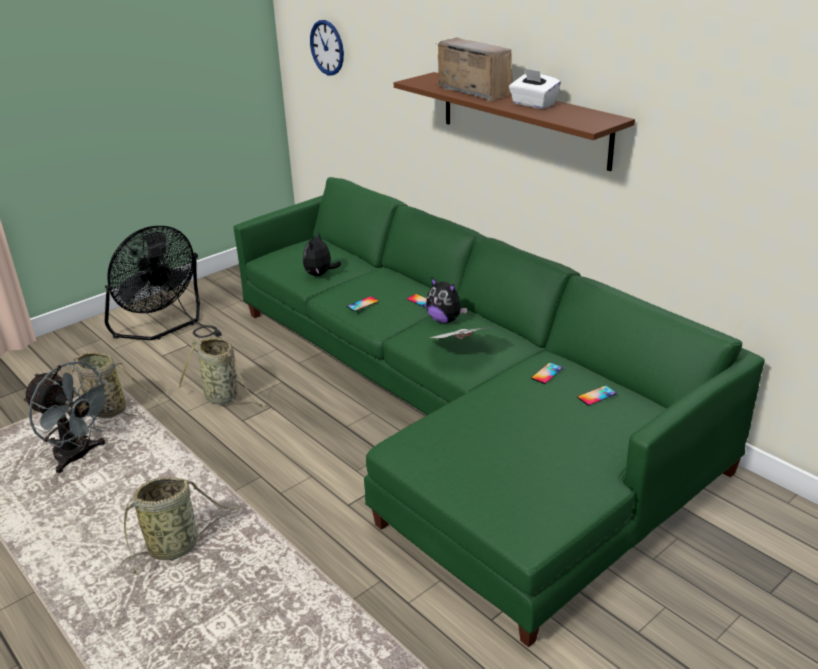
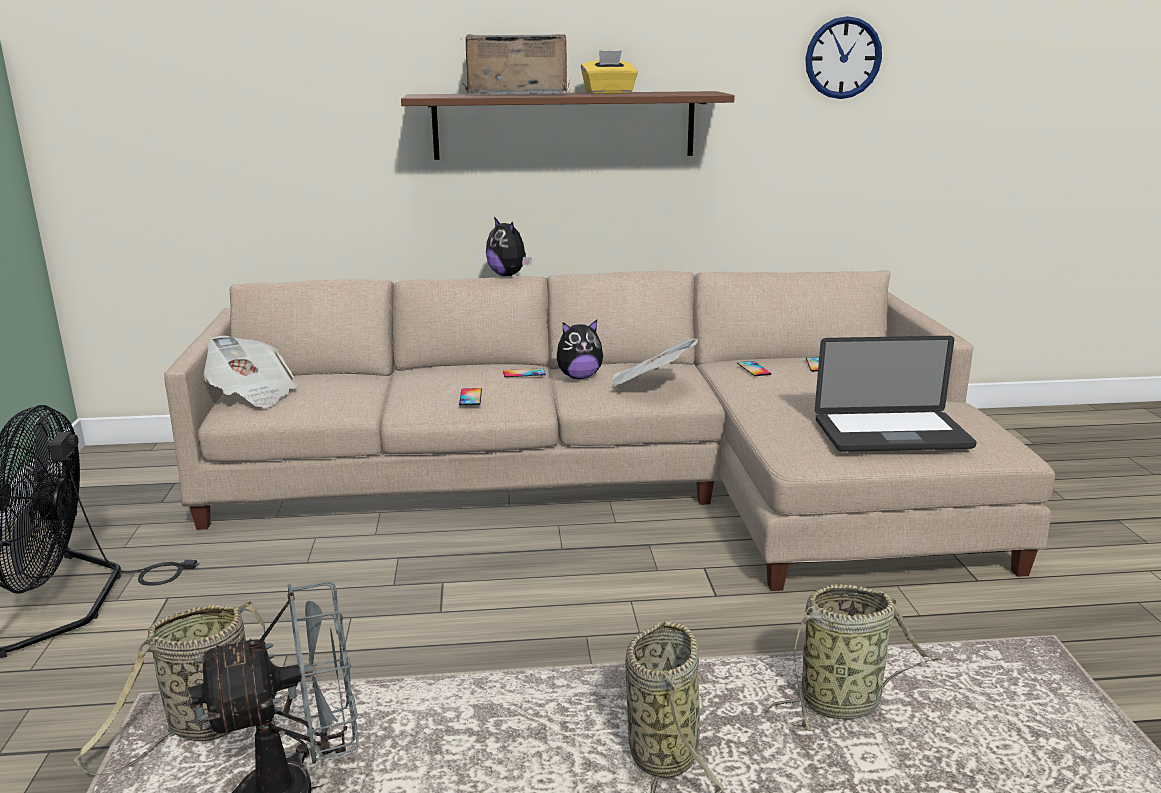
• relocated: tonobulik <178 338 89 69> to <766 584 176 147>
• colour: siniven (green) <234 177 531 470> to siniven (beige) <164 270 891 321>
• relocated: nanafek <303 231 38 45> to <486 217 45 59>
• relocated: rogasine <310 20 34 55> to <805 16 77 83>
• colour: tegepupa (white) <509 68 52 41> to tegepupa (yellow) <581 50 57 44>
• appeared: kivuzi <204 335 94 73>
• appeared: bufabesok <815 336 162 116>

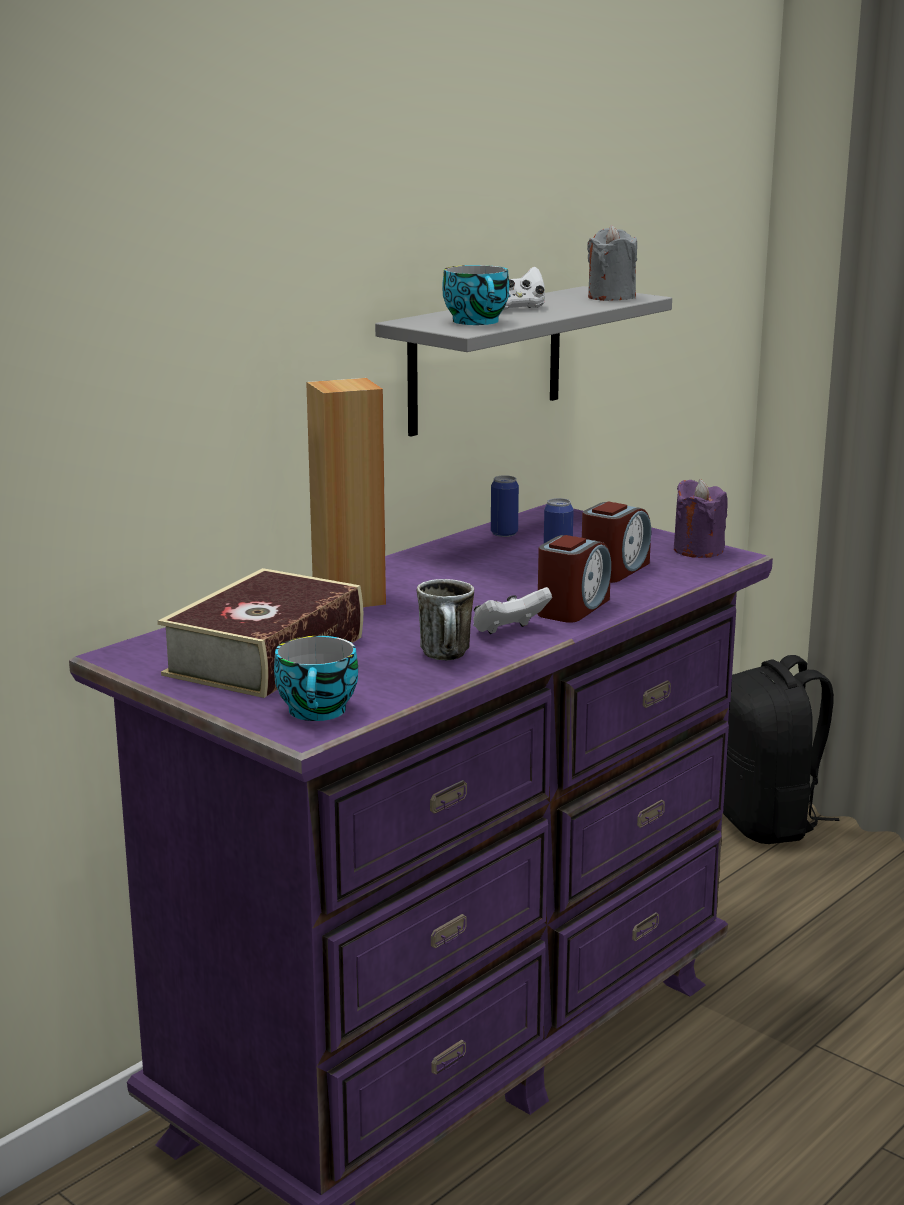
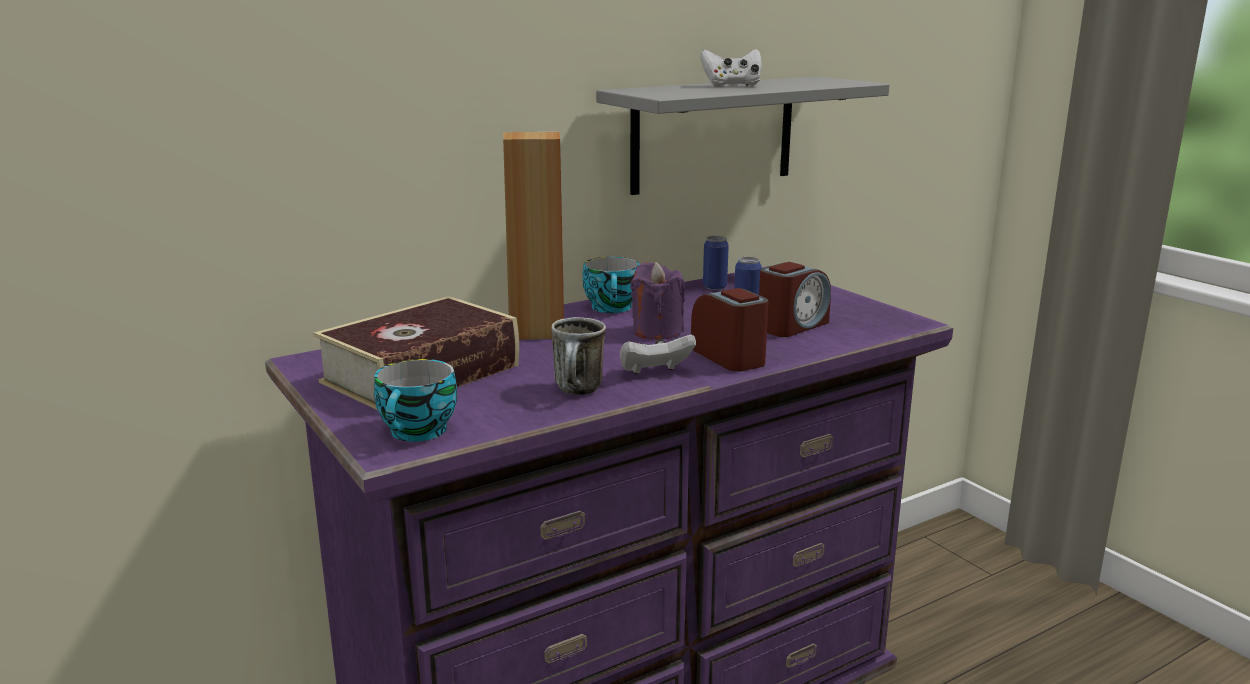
• relocated: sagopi <442 265 67 60> to <582 257 58 56>
• spun: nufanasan <537 535 74 88> = <691 288 77 84> 75 degrees counterclockwise
• missing: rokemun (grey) <587 225 50 76>
• relocated: rokemun (purple) <674 479 54 79> to <631 262 54 78>
• missing: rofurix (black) <723 655 117 189>

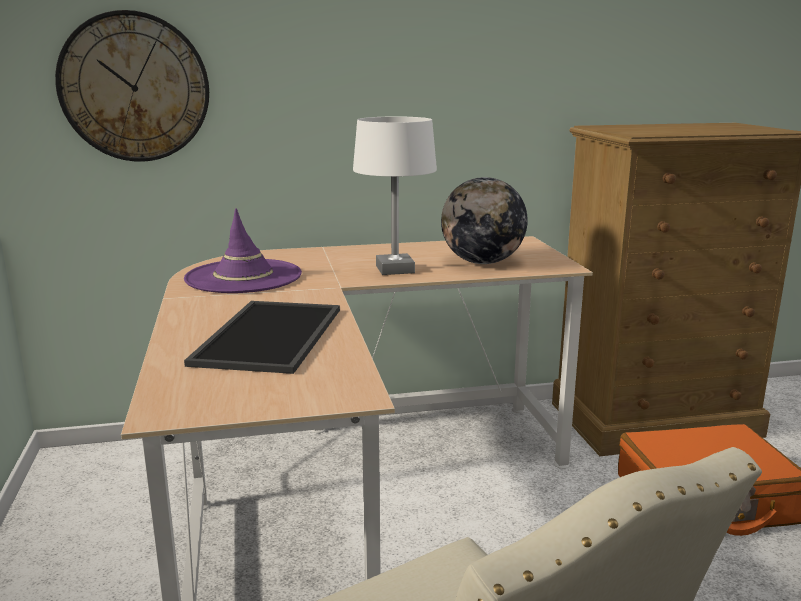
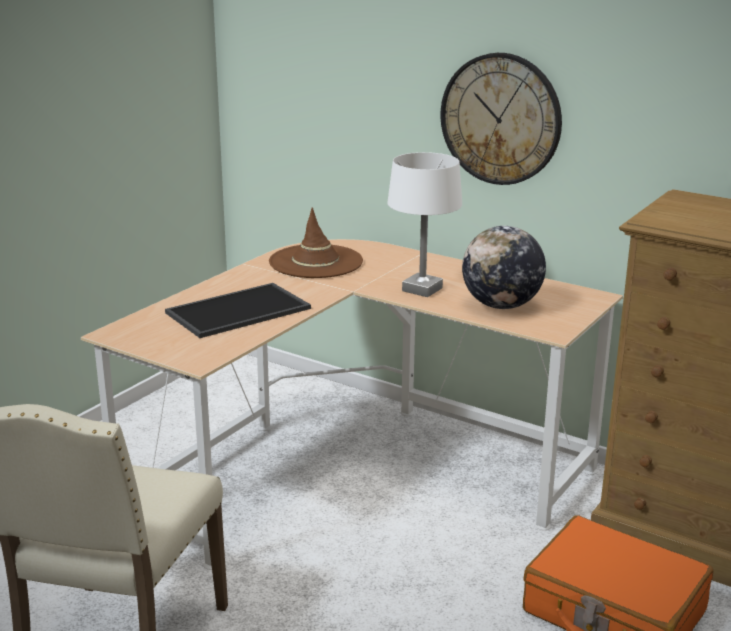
• relocated: rogasine <55 10 154 152> to <440 53 122 132>
• colour: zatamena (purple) <184 208 118 85> to zatamena (brown) <269 207 94 71>

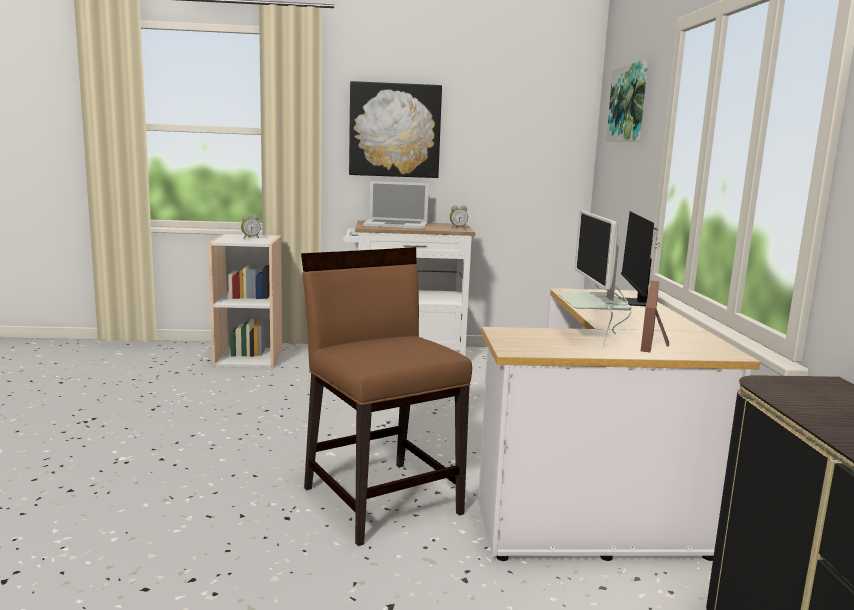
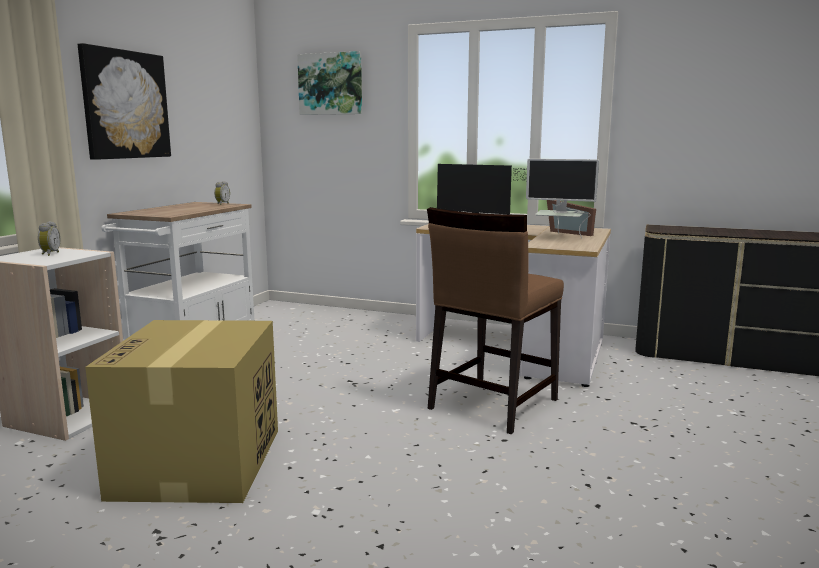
• spun: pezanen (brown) <301 247 171 299> = <427 207 137 227> 45 degrees counterclockwise
• missing: bufabesok <363 181 66 48>
• appeared: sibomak <85 320 193 183>

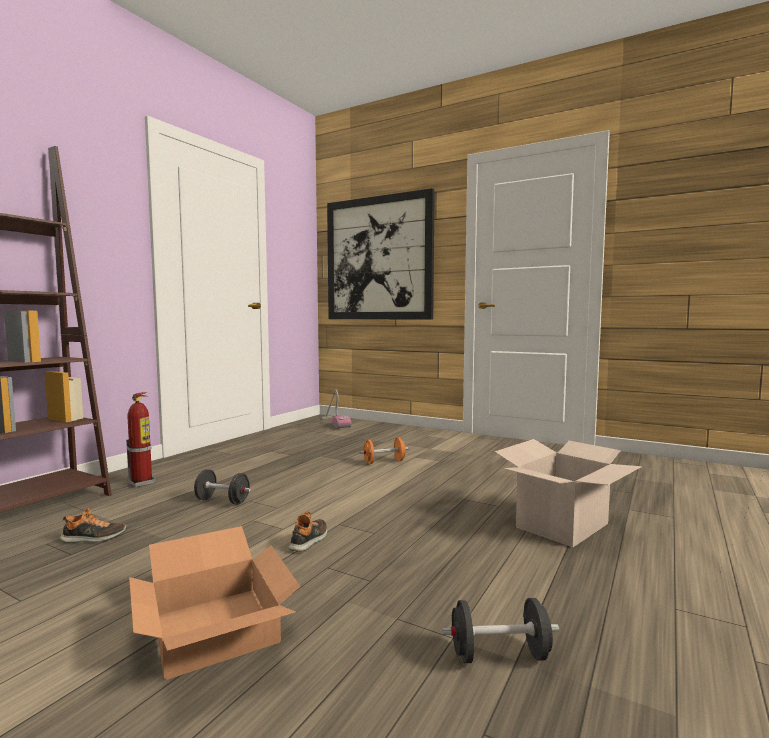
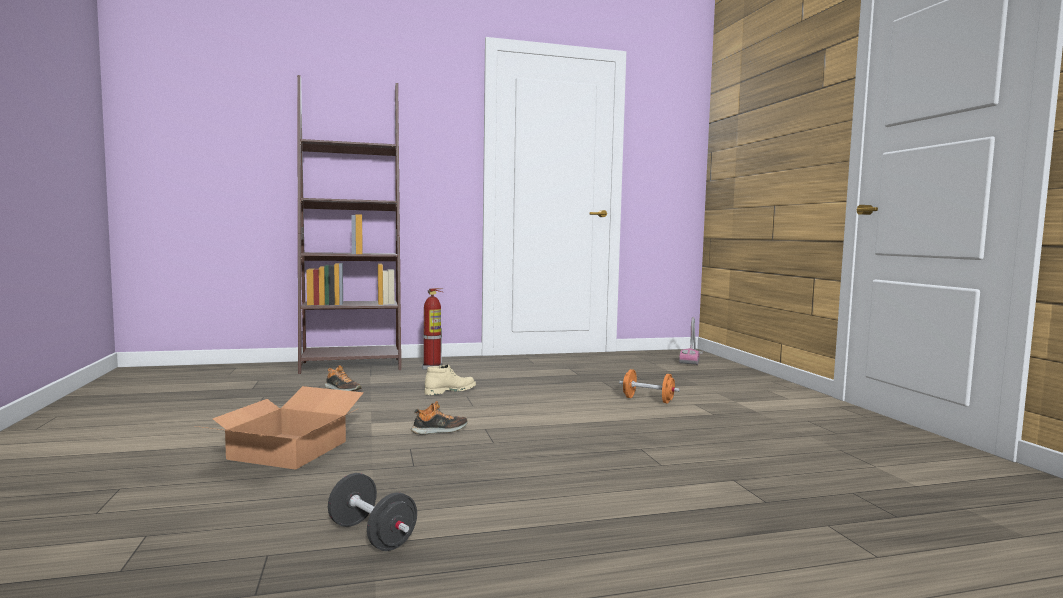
• exchanged: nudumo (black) <194 469 57 36> to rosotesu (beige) <424 364 52 31>
• missing: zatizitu <327 188 108 131>
• missing: sibomak <495 439 147 108>

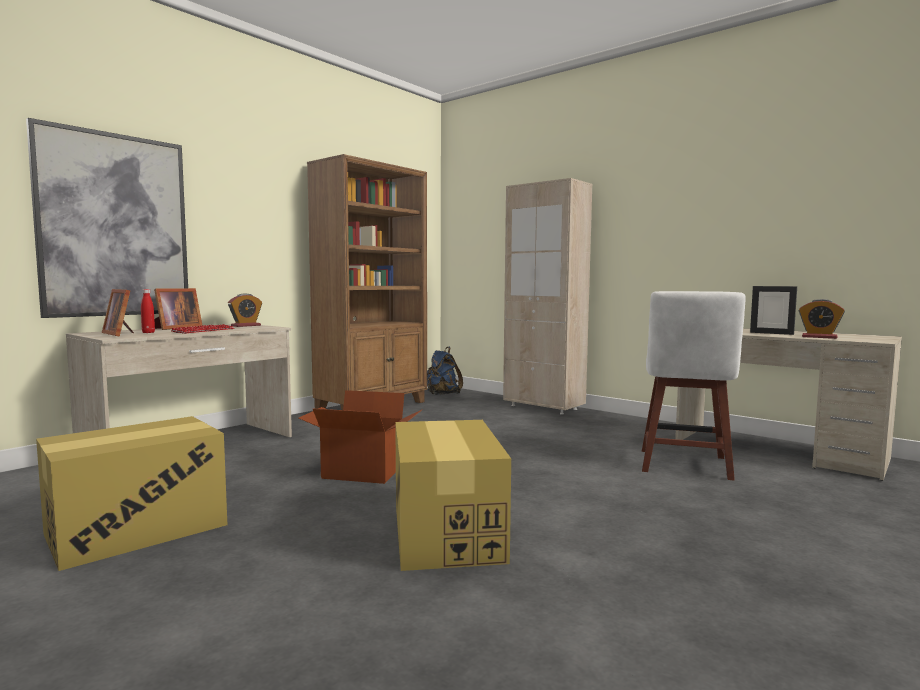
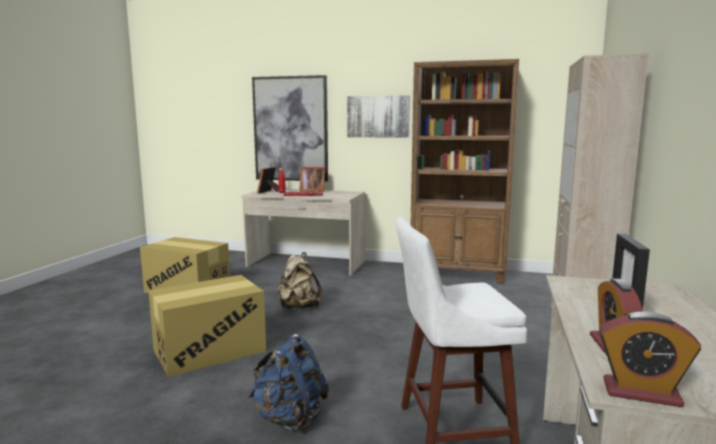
• relocated: nufanasan <228 294 34 33> to <599 312 102 95>
• exchanged: sibomak <299 390 123 94> to rofurix (beige) <278 252 44 58>
• relocated: rofurix (blue) <427 347 36 48> to <248 334 81 99>
• appeared: zatizitu <347 95 63 43>

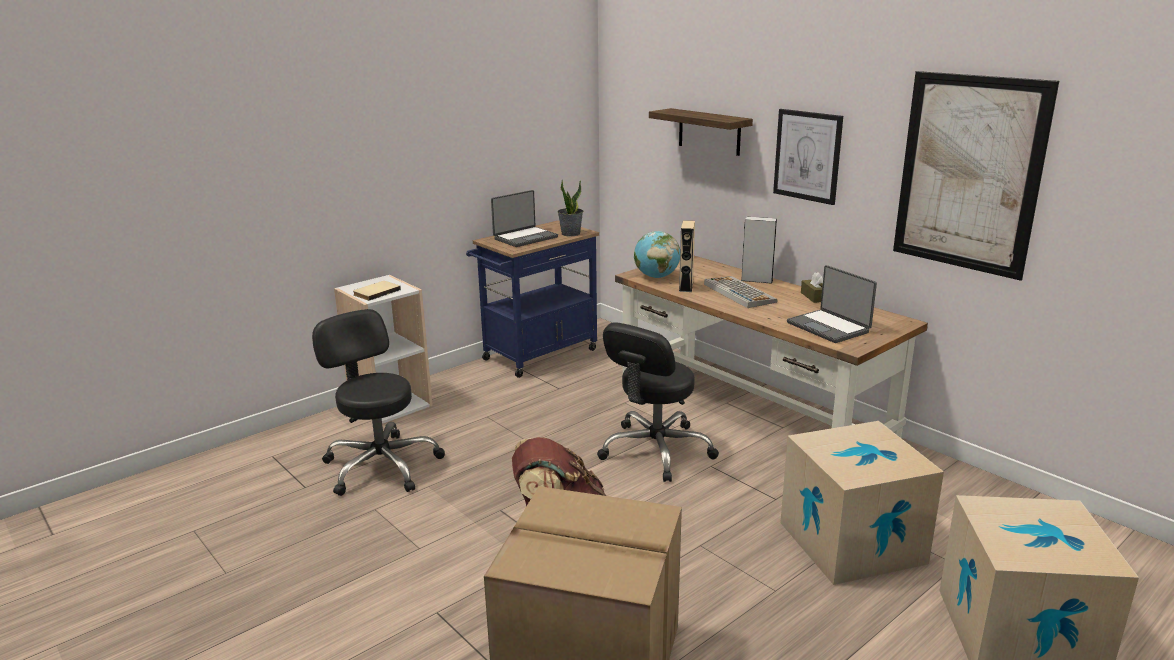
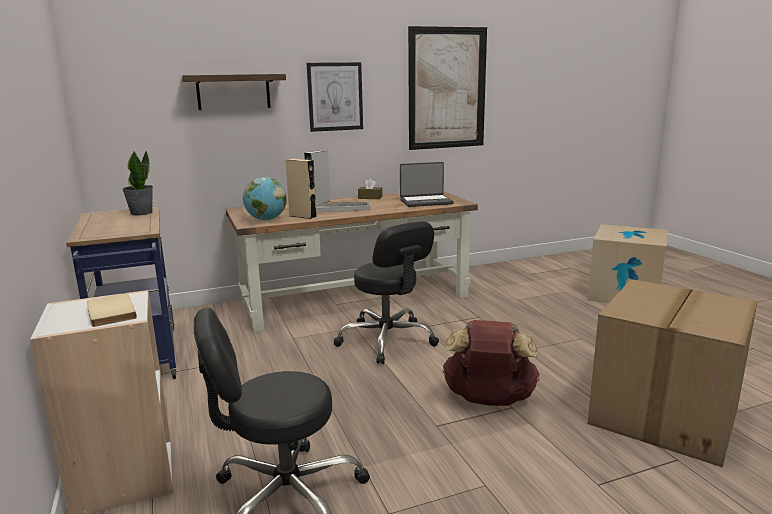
• missing: bufabesok <491 190 67 57>
• missing: sibomak <780 421 164 164>

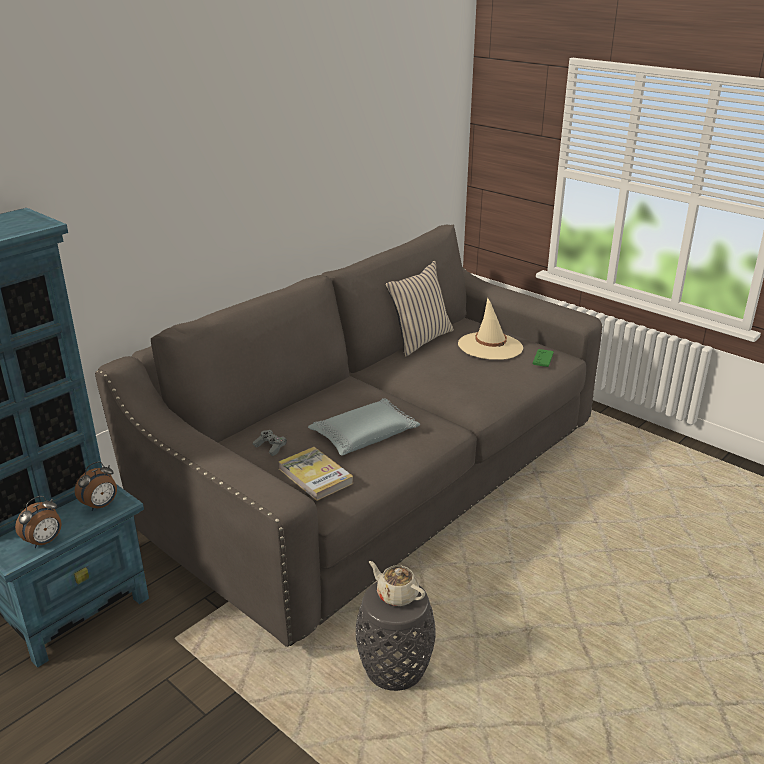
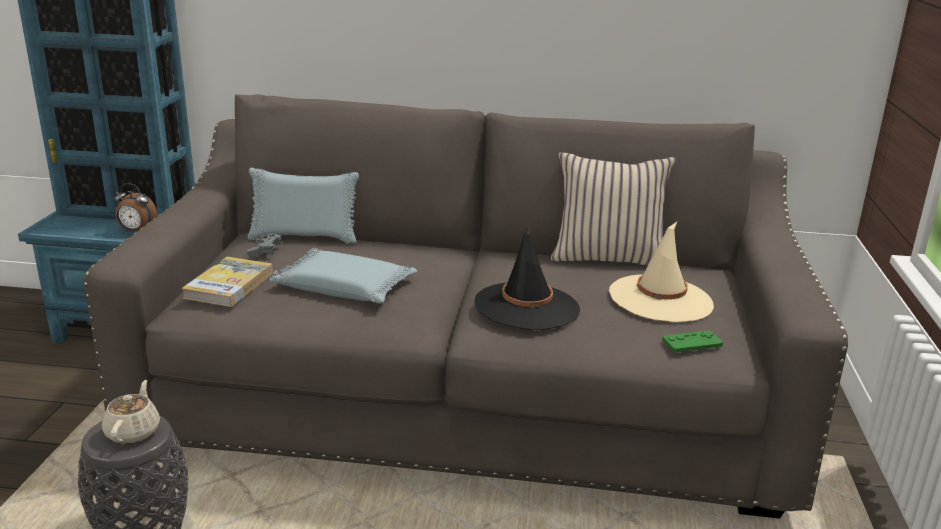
• missing: nufanasan <15 496 47 52>
• appeared: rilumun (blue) <247 168 112 76>
• appeared: zatamena (black) <475 227 105 103>

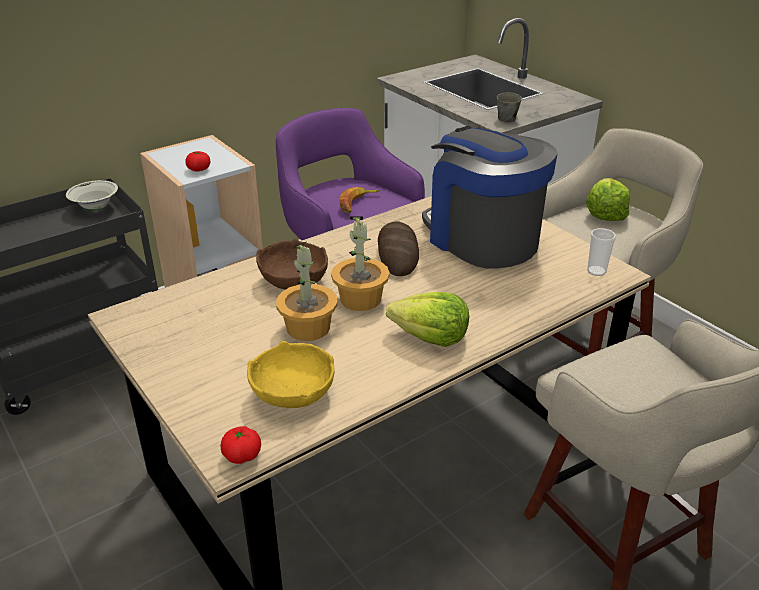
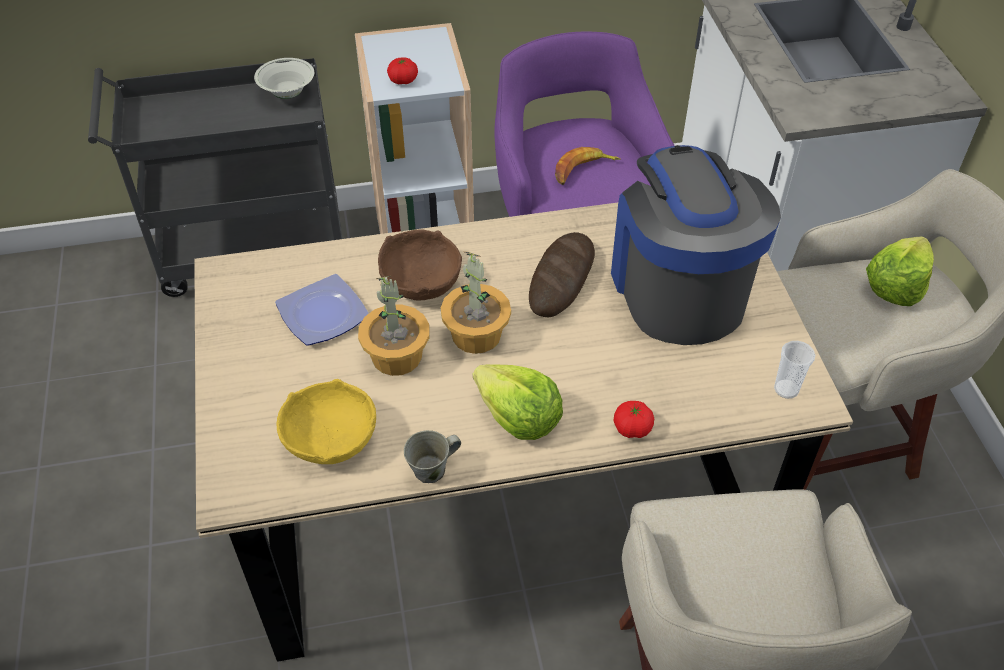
• relocated: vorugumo <221 426 40 38> to <613 401 41 37>
• relocated: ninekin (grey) <497 92 25 30> to <404 430 57 53>
• appeared: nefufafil <275 274 94 72>

